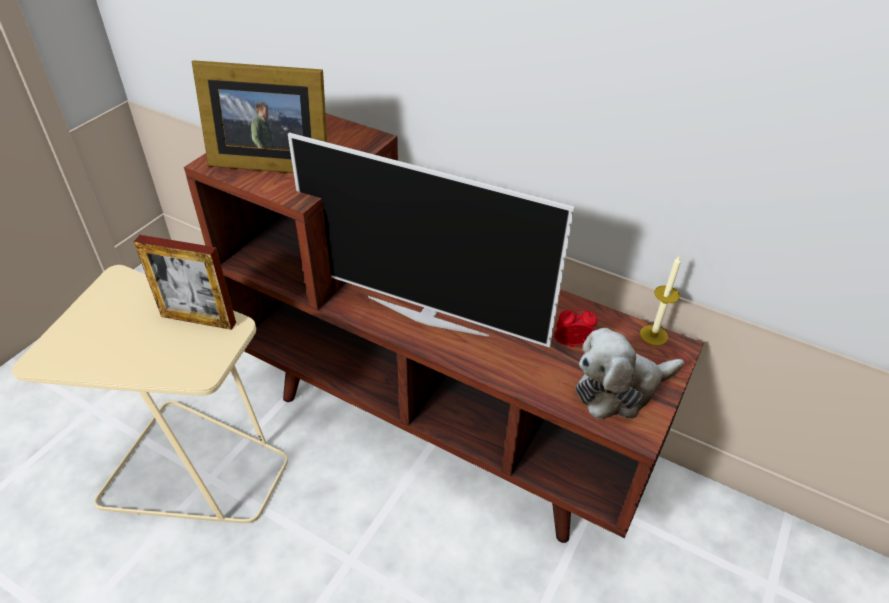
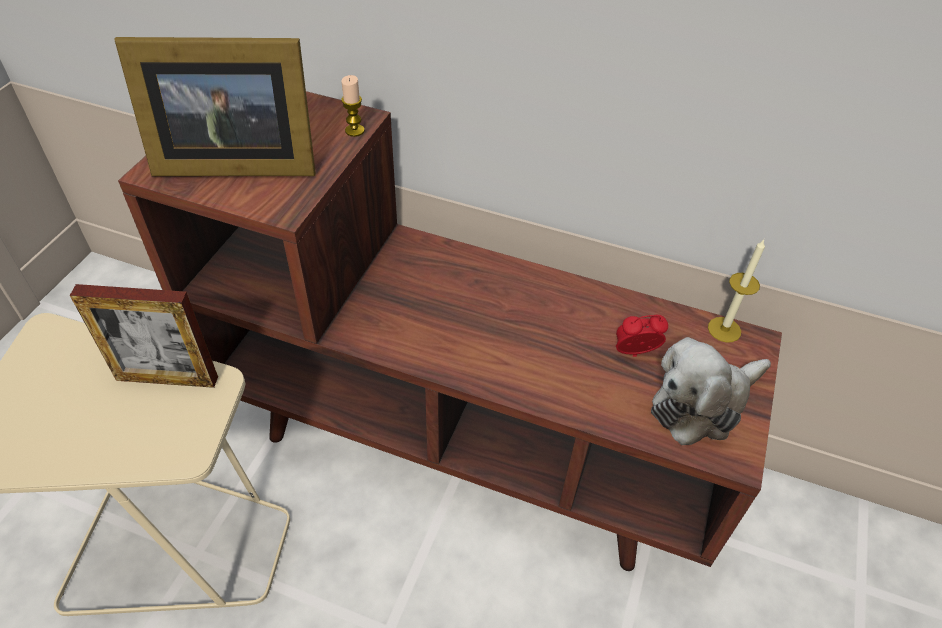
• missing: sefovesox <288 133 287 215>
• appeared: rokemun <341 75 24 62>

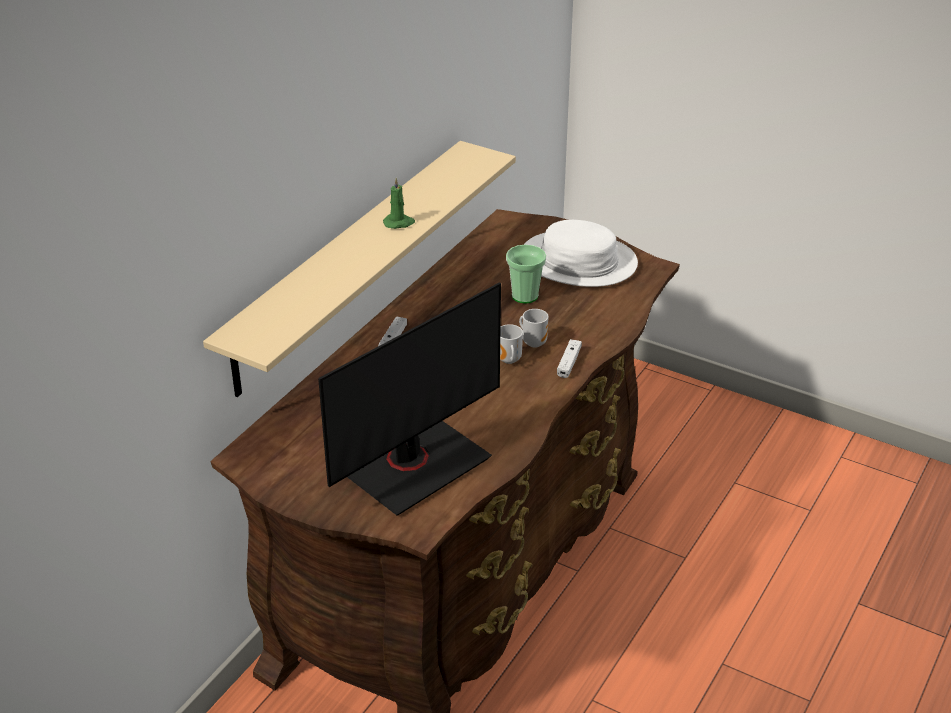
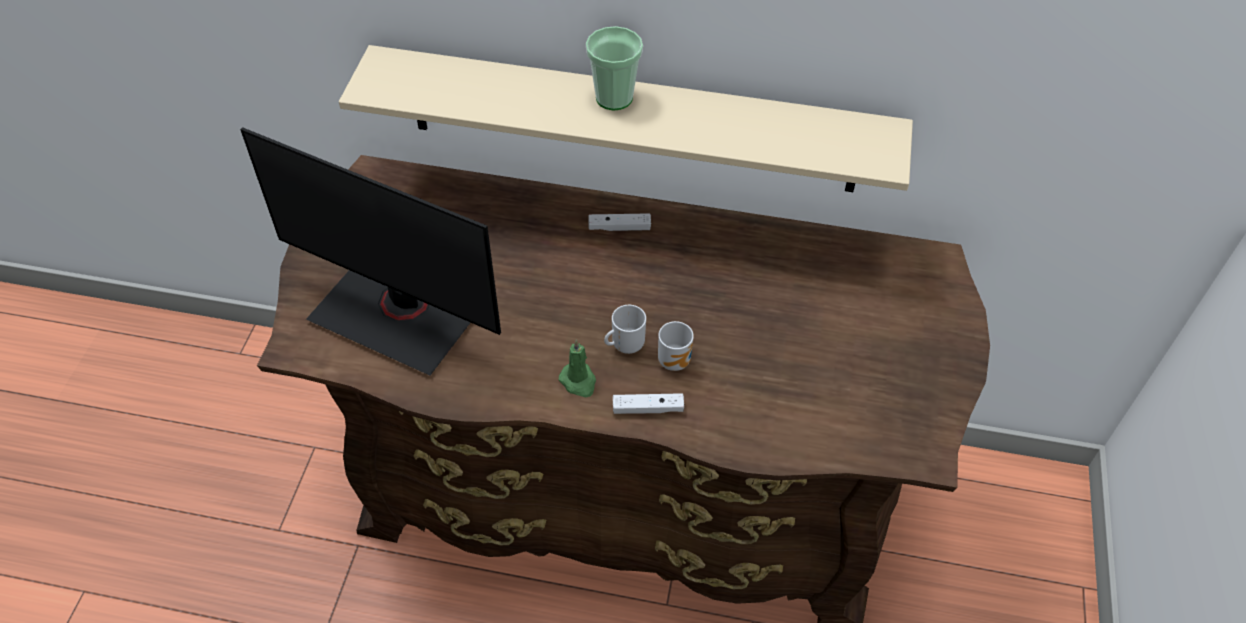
• relocated: rokemun (green) <383 178 32 51> to <559 339 37 58>
• relocated: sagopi <506 245 40 58> to <586 26 57 85>
• missing: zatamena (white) <524 220 114 67>

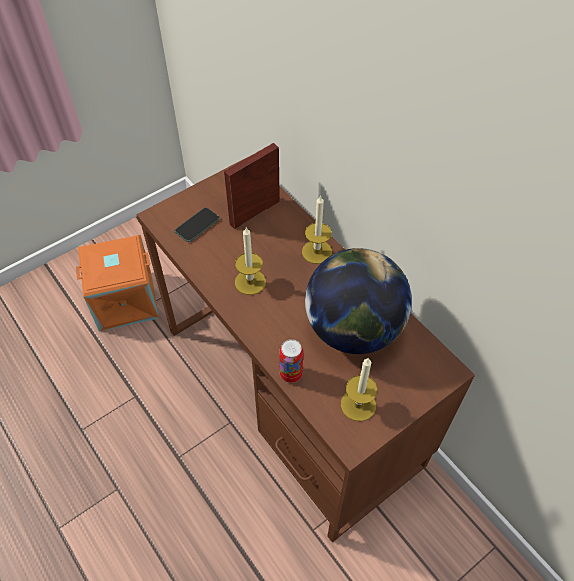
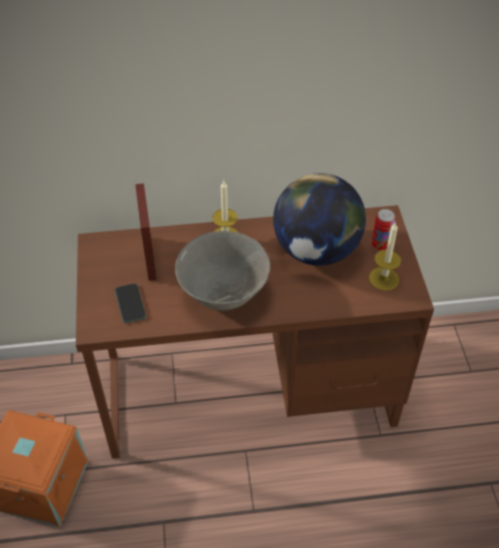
• exchanged: rokemun <235 227 31 68> to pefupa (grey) <175 231 95 80>
• relocated: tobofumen <279 339 24 44> to <371 209 25 42>

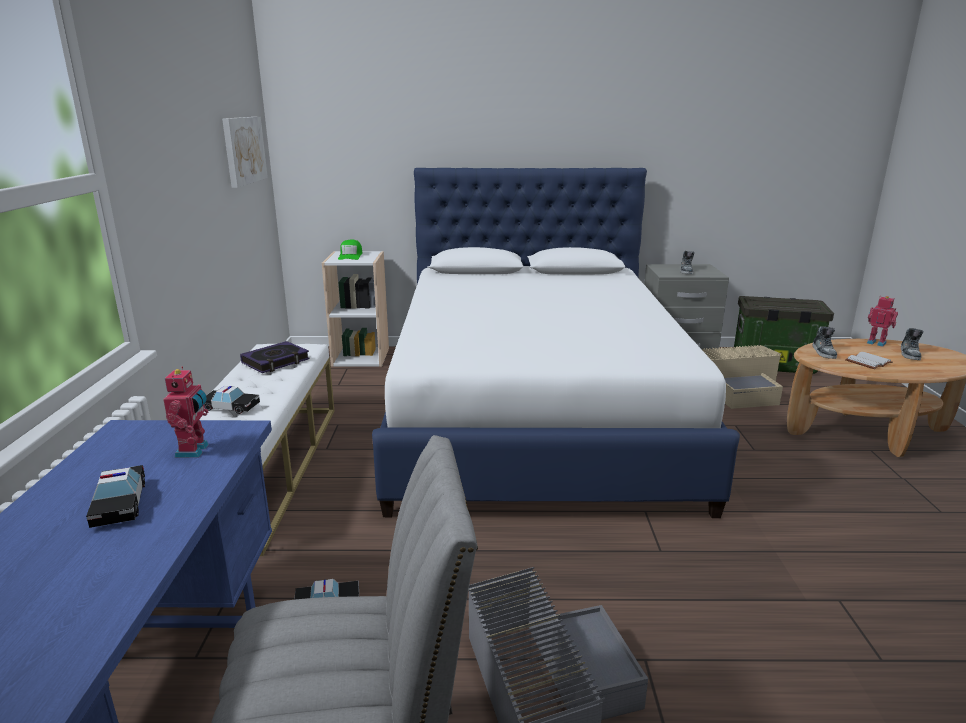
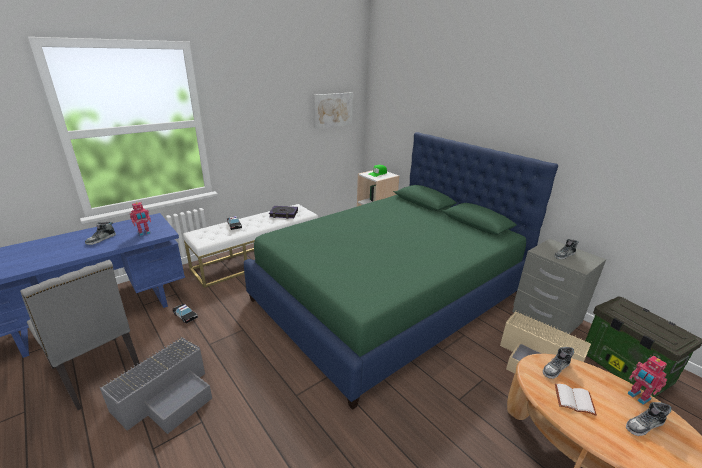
• exchanged: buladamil <86 465 59 63> to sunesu <85 222 31 23>
• colour: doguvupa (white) <372 168 368 350> to doguvupa (green) <244 132 314 278>
• spun: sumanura <867 296 31 51> = <627 355 40 50> 150 degrees clockwise

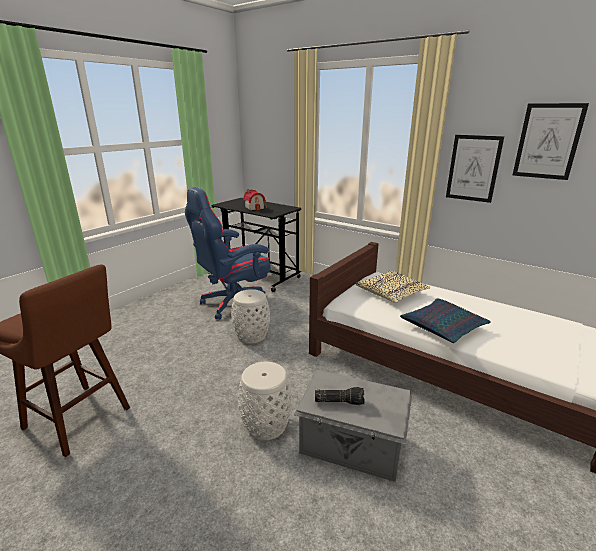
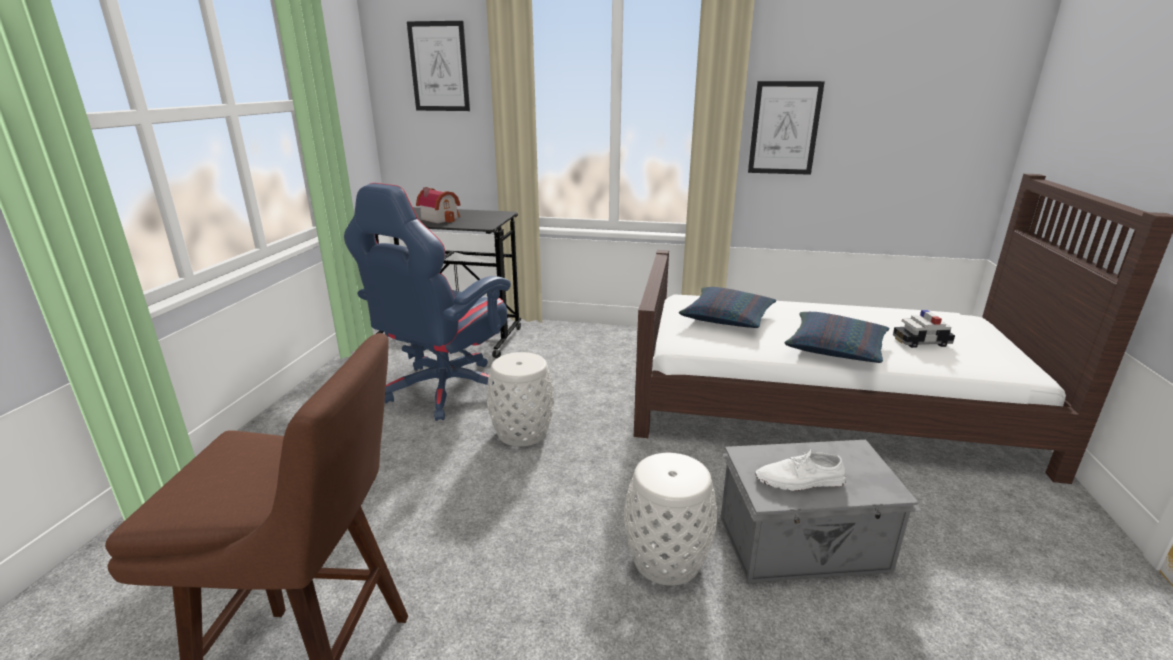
• exchanged: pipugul <315 387 50 18> to sunesu (white) <756 449 90 42>
• colour: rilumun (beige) <355 271 75 32> to rilumun (blue) <679 287 97 41>
• relocated: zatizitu <513 103 76 77> to <407 21 63 90>
• appeared: buladamil <893 310 62 38>

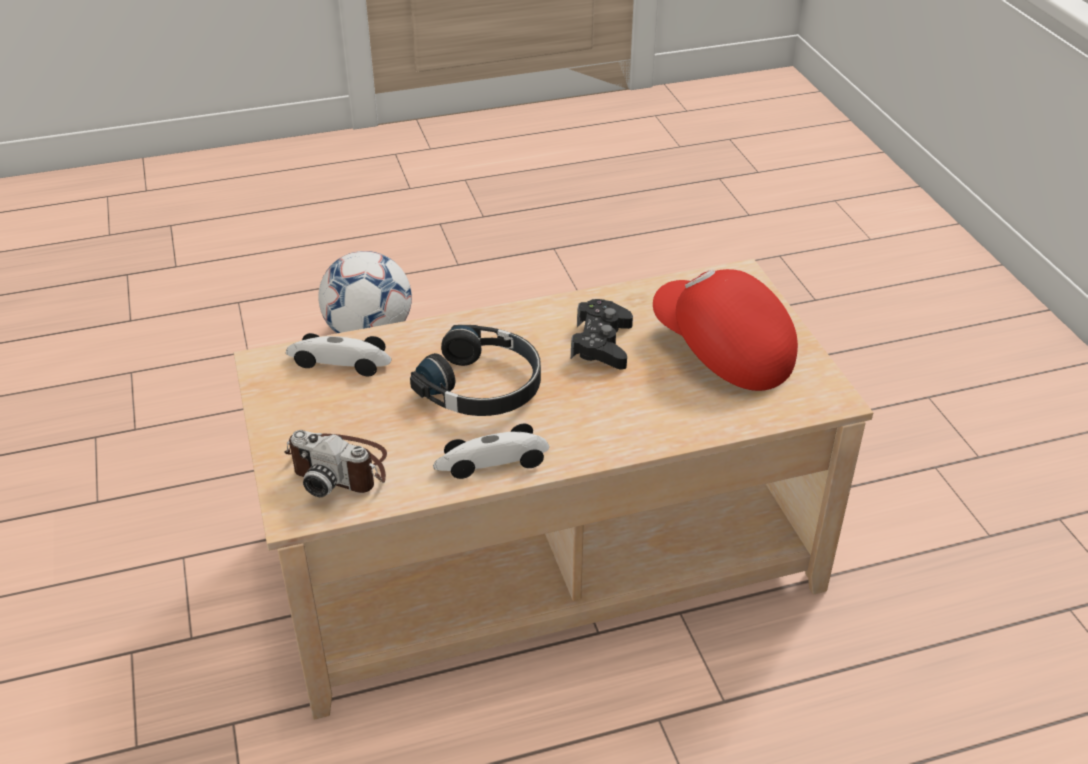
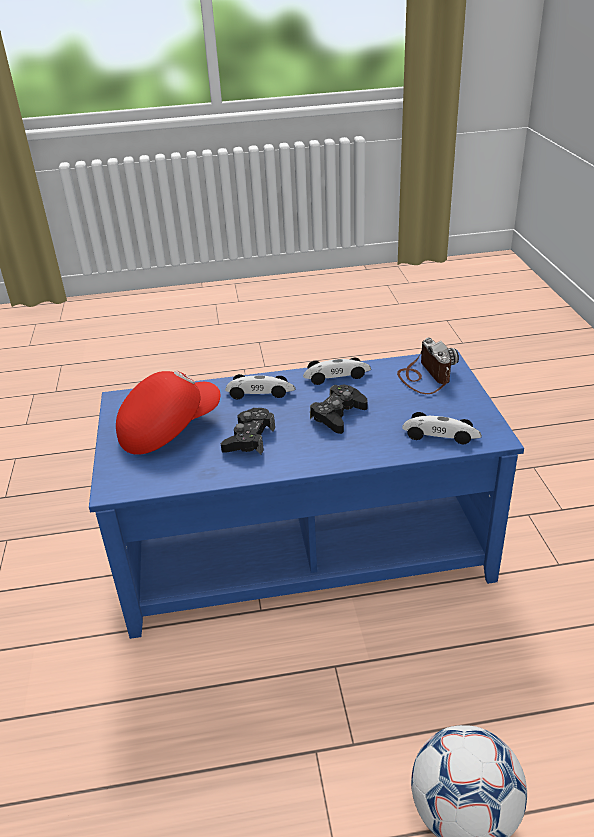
• colour: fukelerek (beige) <234 259 639 461> to fukelerek (blue) <89 350 435 289>
• spun: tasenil <284 430 103 67> = <397 338 62 56> 45 degrees clockwise
• exchanged: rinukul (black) <410 325 131 91> to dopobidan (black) <310 385 58 49>
• spun: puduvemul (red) <653 269 145 122> = <116 370 104 85> 90 degrees counterclockwise
• appeared: buladamil <225 374 71 25>

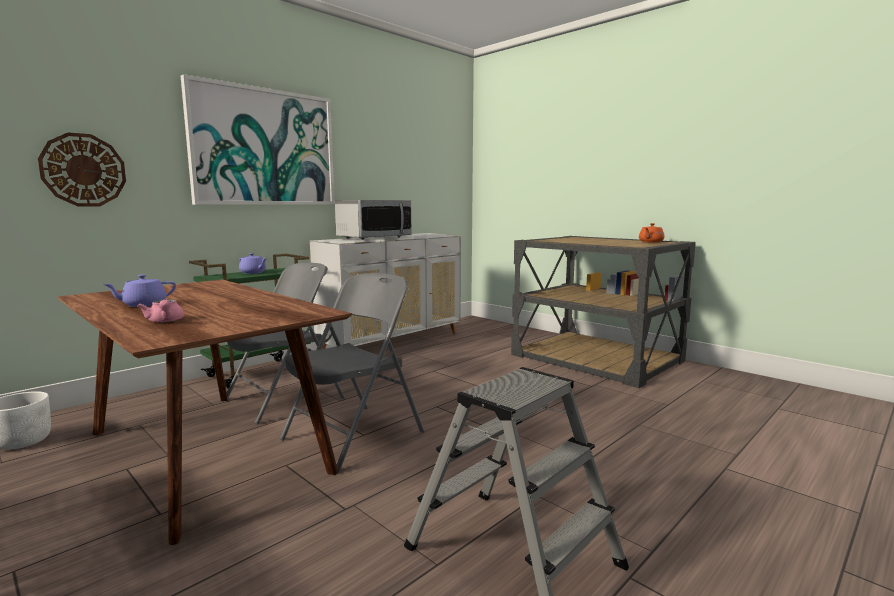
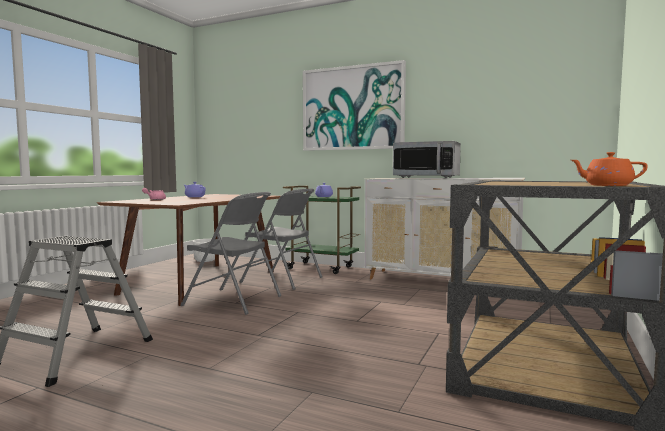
• missing: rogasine <38 132 88 74>

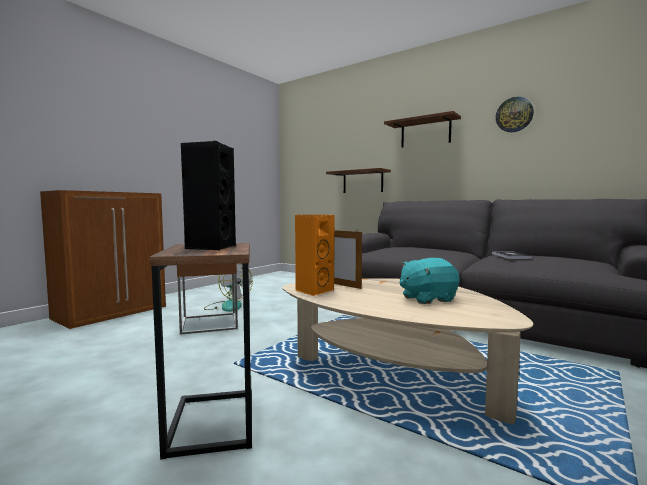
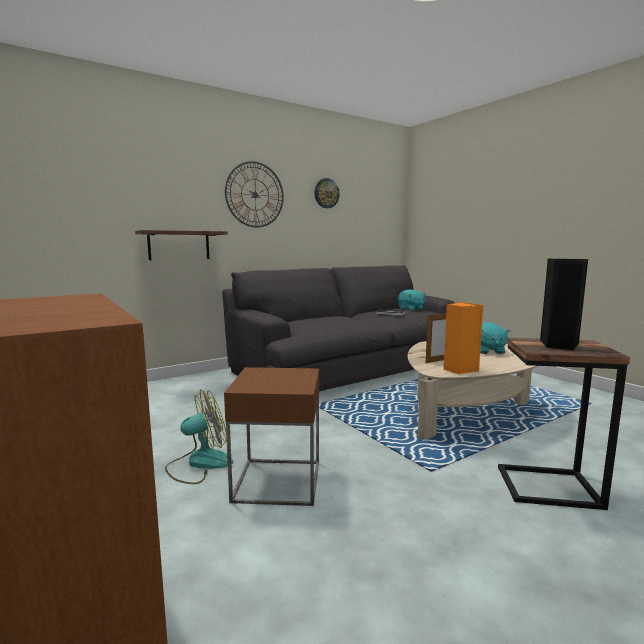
• exchanged: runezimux <384 111 77 36> to rogasine <225 161 59 67>
• appeared: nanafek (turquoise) <398 289 28 22>

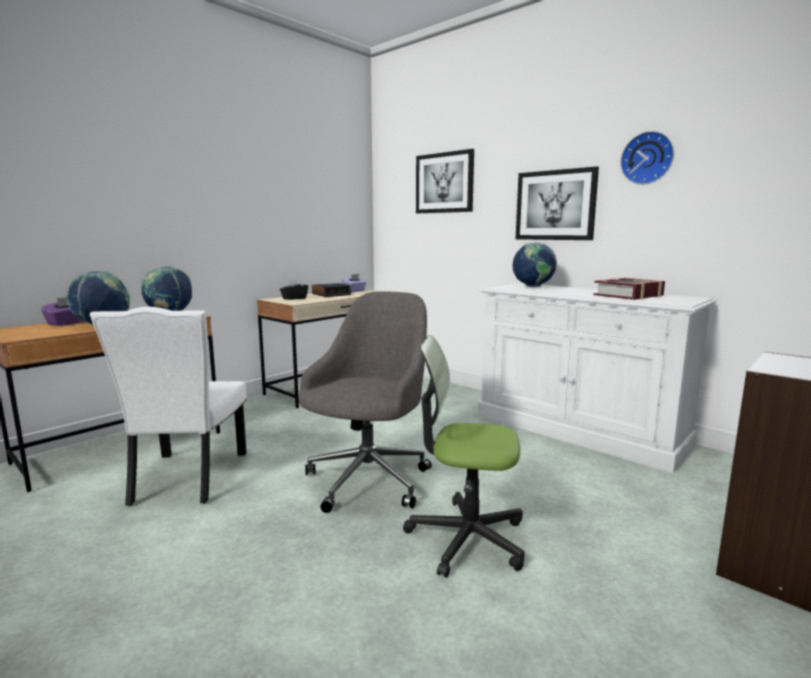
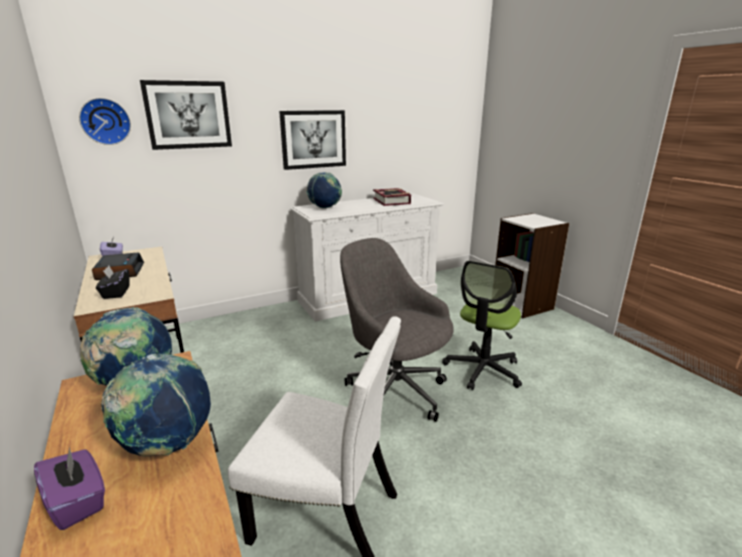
• relocated: rogasine <620 131 54 54> to <79 98 52 47>

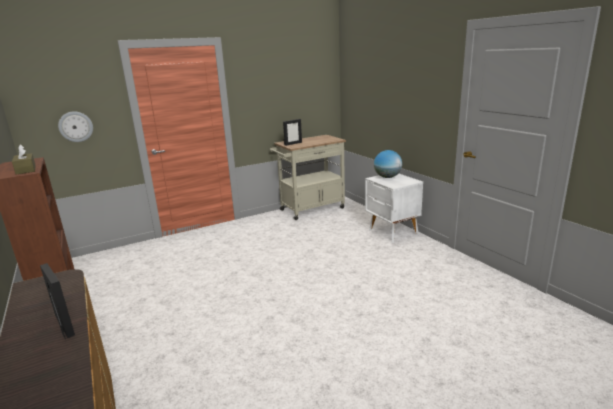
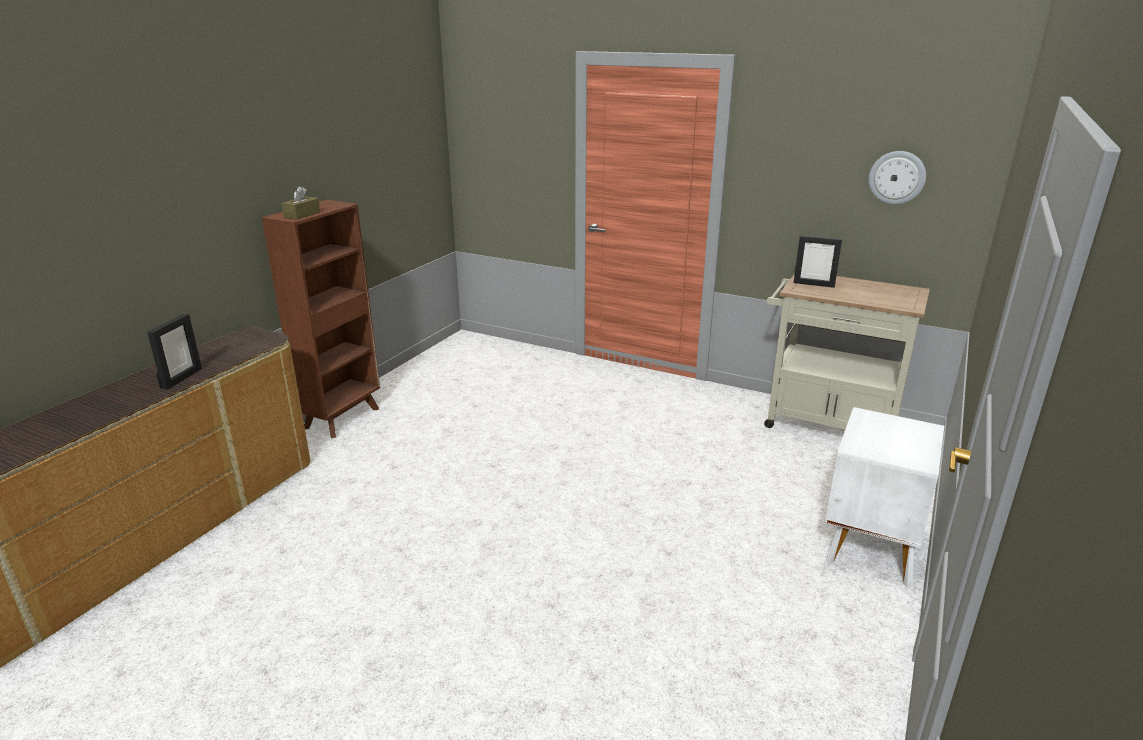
• relocated: rogasine <58 111 35 31> to <869 151 57 54>
• missing: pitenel <374 150 28 28>

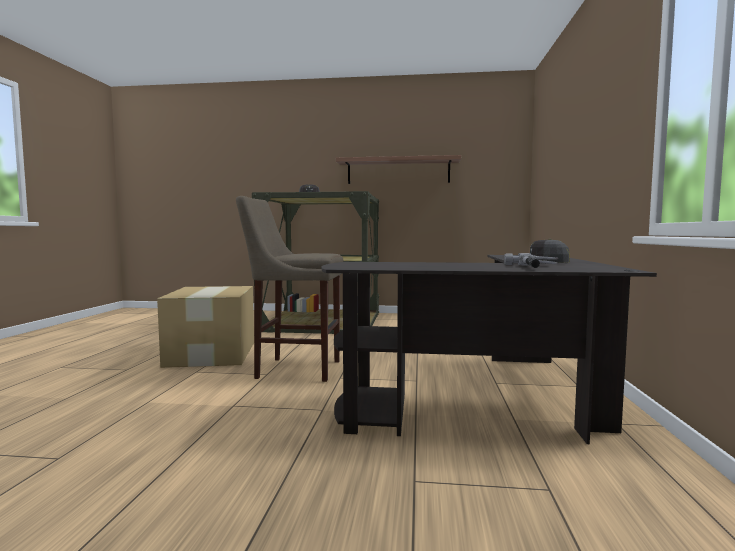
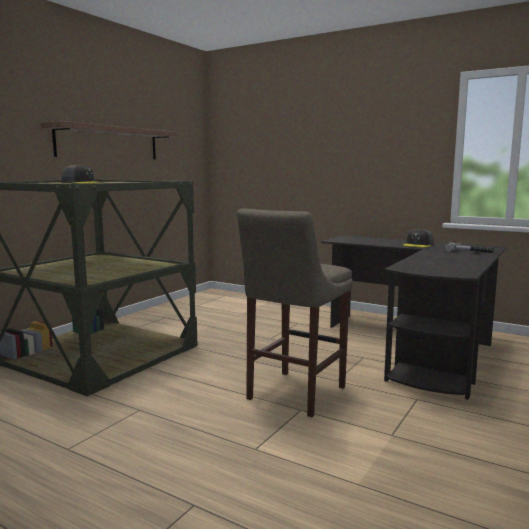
• missing: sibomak <157 286 97 82>

